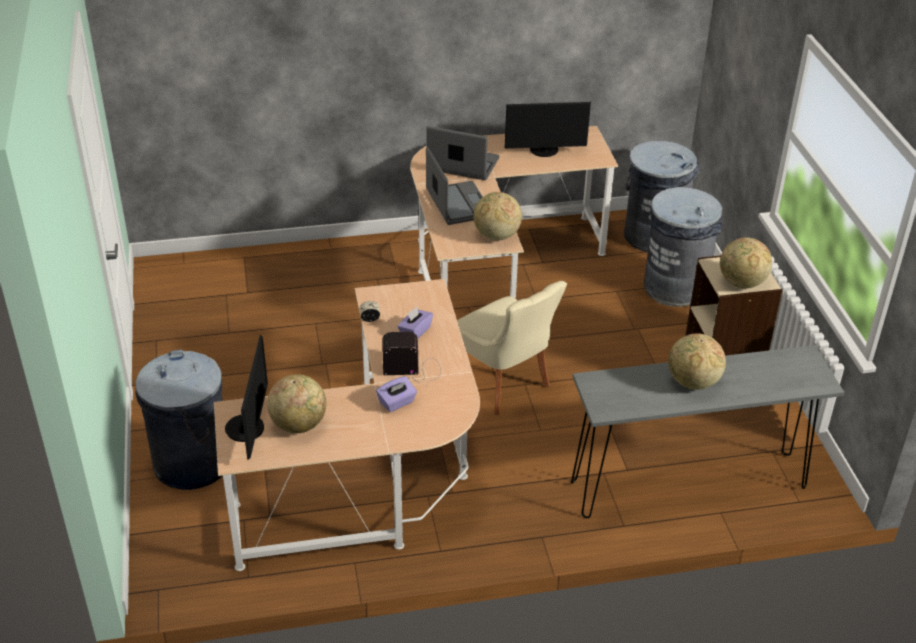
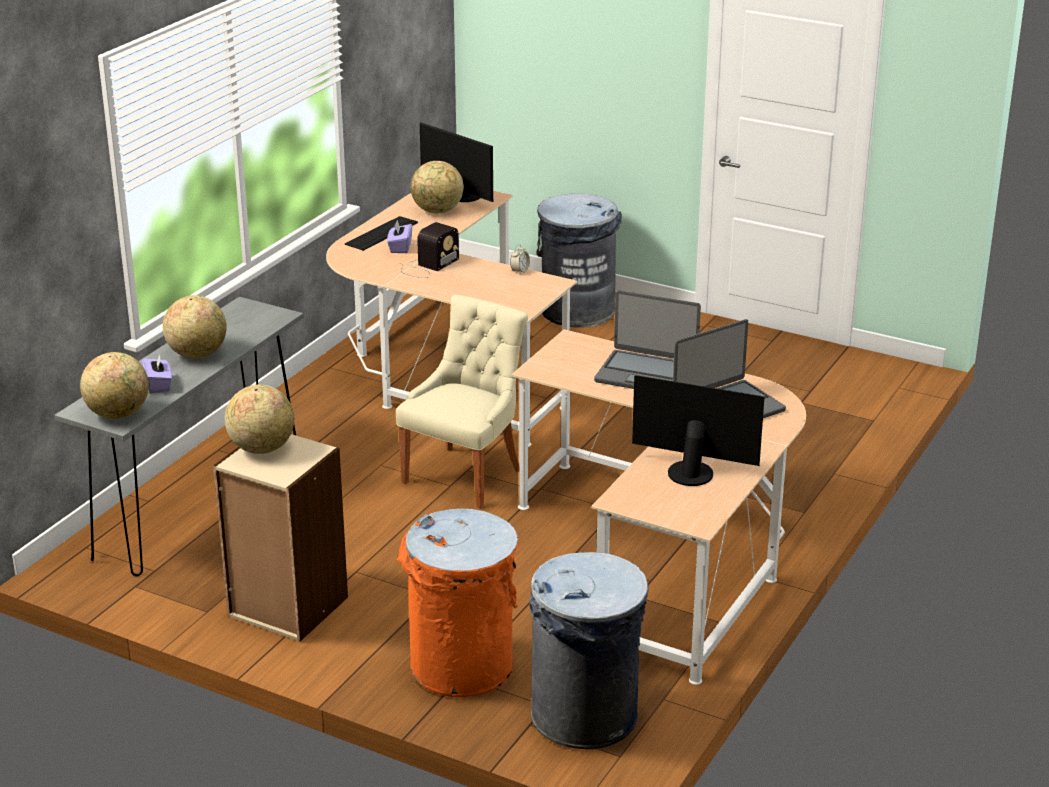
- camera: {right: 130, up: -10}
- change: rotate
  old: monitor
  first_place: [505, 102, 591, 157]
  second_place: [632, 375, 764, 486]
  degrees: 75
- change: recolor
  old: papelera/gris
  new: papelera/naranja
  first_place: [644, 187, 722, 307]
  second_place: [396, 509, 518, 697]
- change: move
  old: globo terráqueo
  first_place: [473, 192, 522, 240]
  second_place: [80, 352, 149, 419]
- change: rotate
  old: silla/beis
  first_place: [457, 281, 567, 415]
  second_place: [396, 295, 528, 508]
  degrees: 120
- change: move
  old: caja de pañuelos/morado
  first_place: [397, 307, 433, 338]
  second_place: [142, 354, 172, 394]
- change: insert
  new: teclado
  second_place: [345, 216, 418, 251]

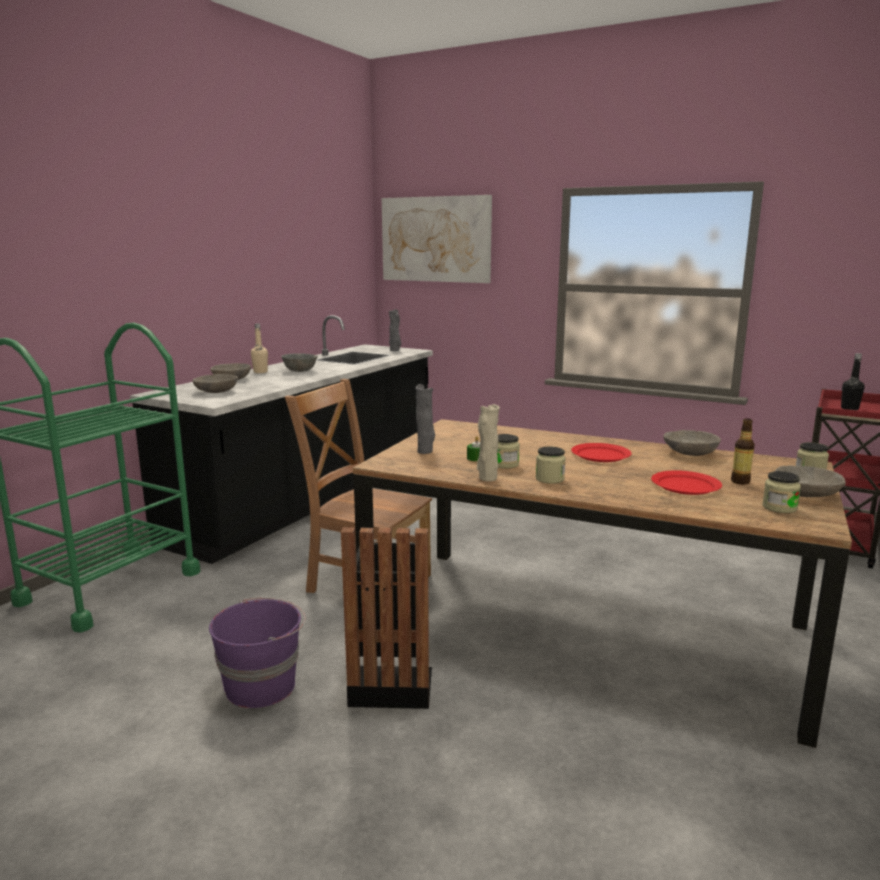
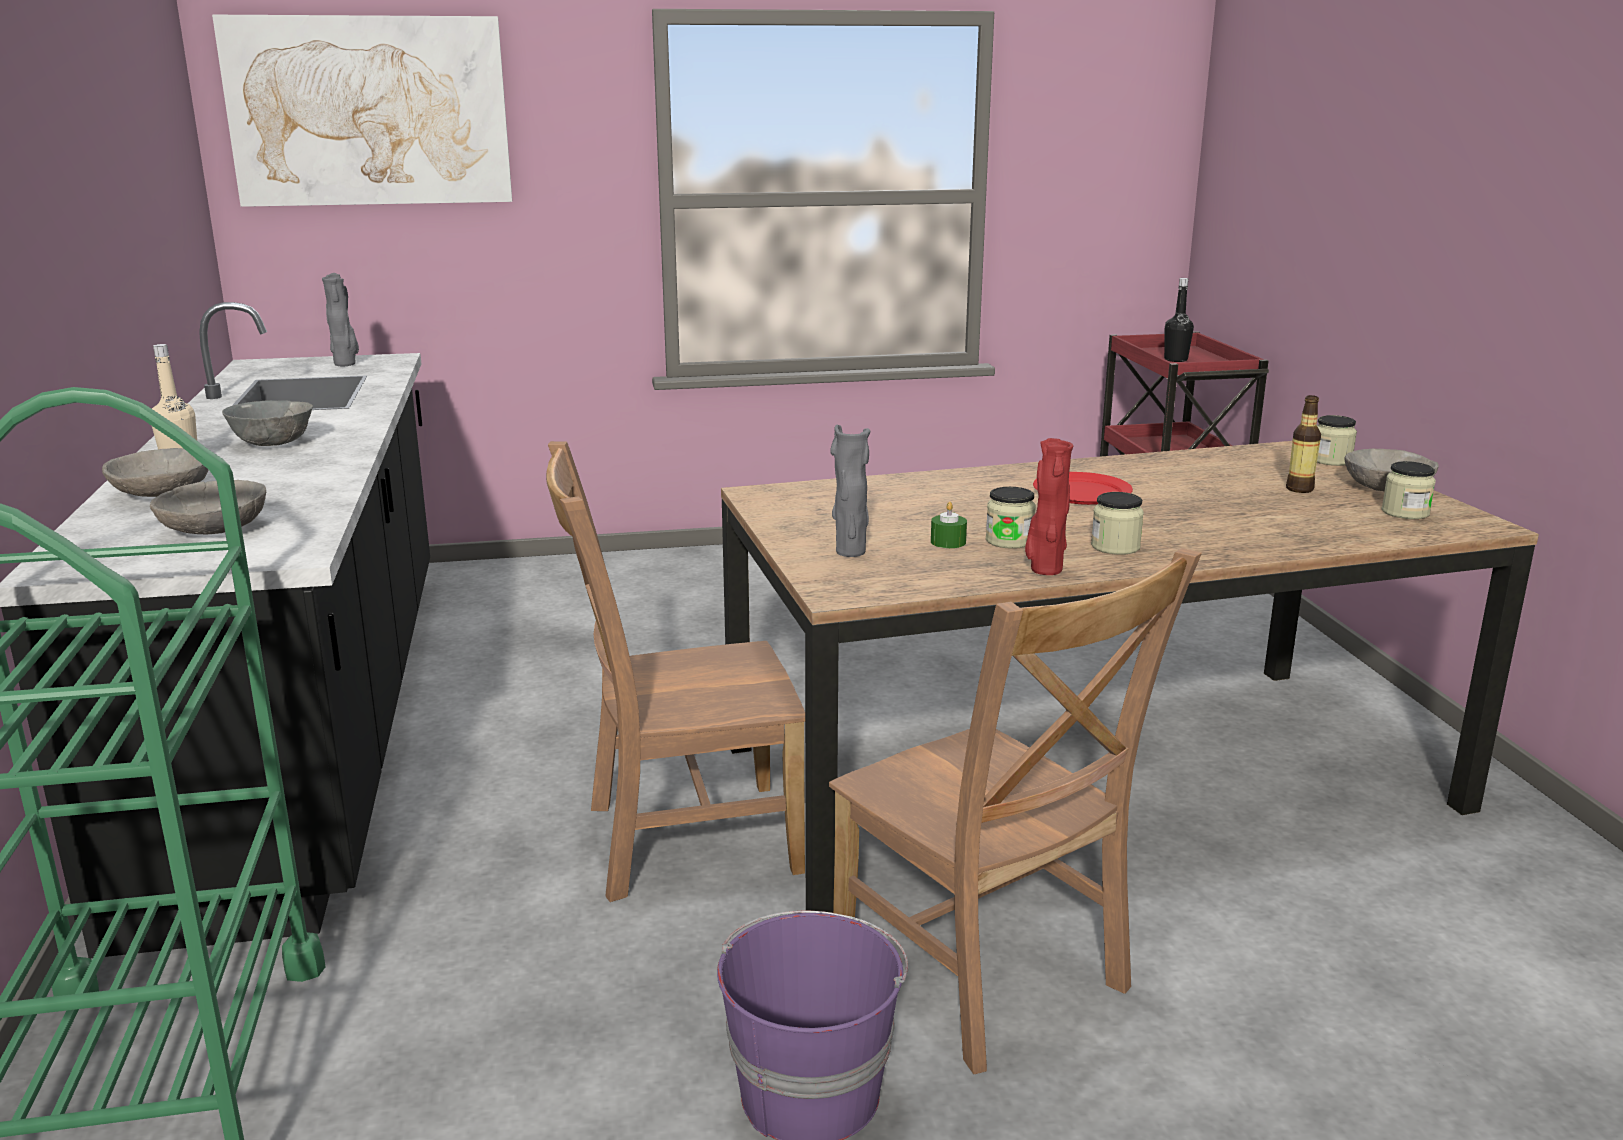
- camera: {right: -40, up: 5}
- change: recolor
  old: florero/beis
  new: florero/rojo
  first_place: [477, 404, 500, 481]
  second_place: [1025, 438, 1073, 575]
- change: delete
  old: cuenco/gris
  first_place: [663, 430, 721, 456]
- change: delete
  old: plato/rojo
  first_place: [651, 470, 722, 495]
- change: replace
  old: papelera/negro
  new: silla/marrón
  first_place: [341, 527, 432, 709]
  second_place: [829, 548, 1202, 1074]

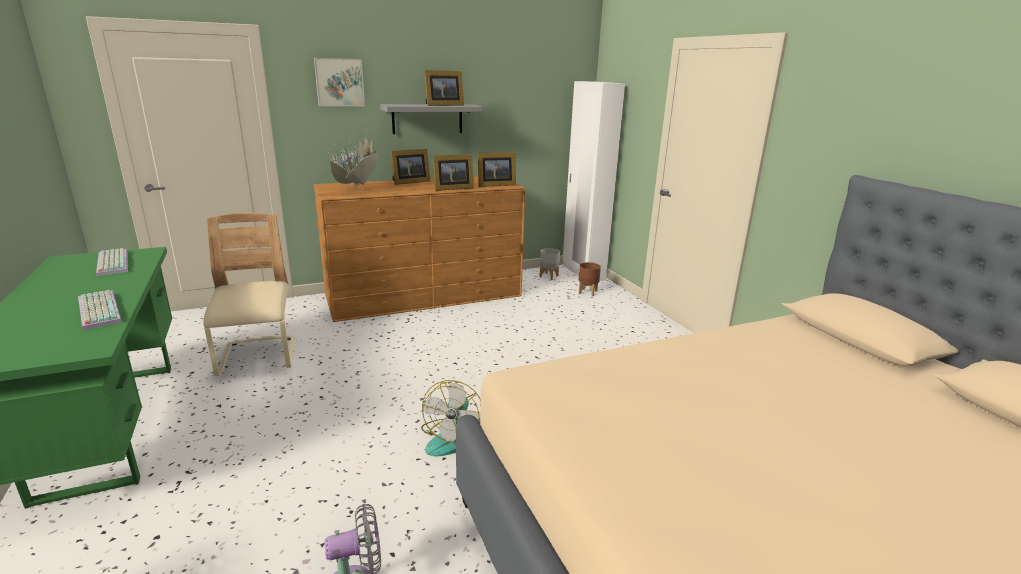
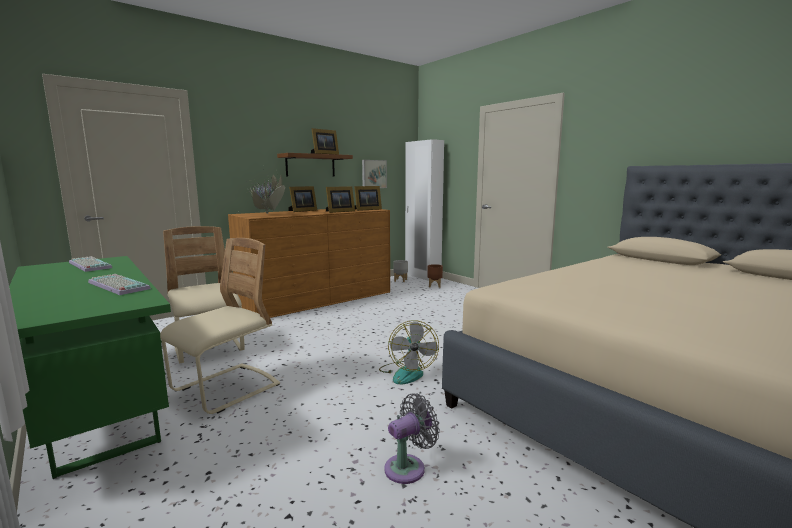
- camera: {right: -15, up: -10}
- change: move
  old: cuadro
  first_place: [314, 58, 365, 106]
  second_place: [362, 160, 387, 188]
- change: recolor
  old: estante/gris
  new: estante/marrón
  first_place: [380, 104, 482, 134]
  second_place: [277, 153, 353, 177]
- change: insert
  new: silla/beis
  second_place: [160, 238, 280, 414]

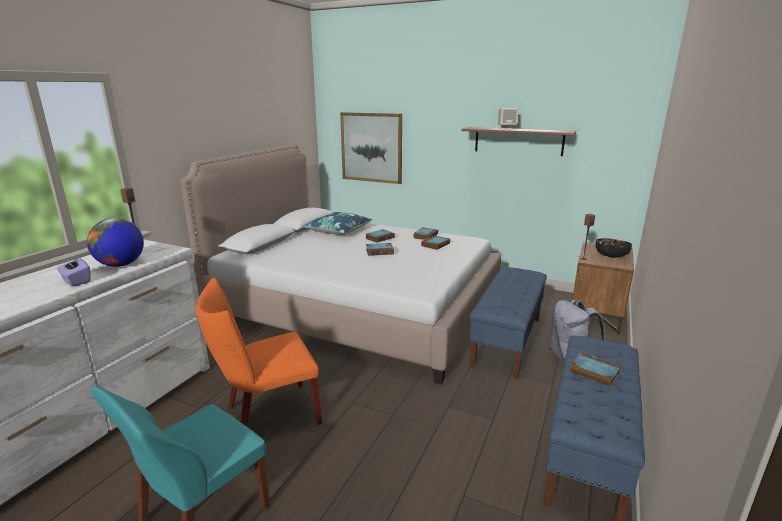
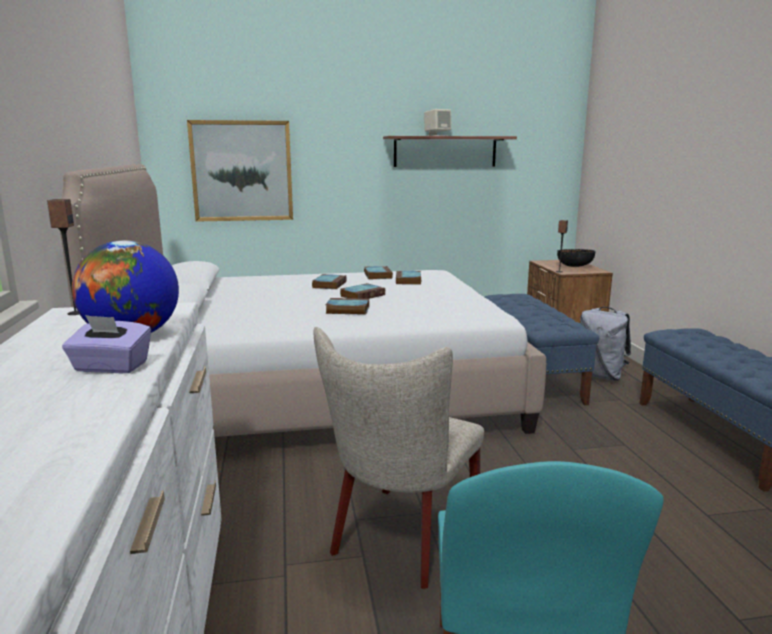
- camera: {right: -35, up: -5}
- change: delete
  old: cojín/azul
  first_place: [303, 212, 372, 235]
- change: recolor
  old: silla/naranja
  new: silla/beis
  first_place: [196, 278, 322, 426]
  second_place: [313, 327, 484, 589]
- change: move
  old: libro
  first_place: [569, 352, 621, 387]
  second_place: [326, 298, 369, 315]

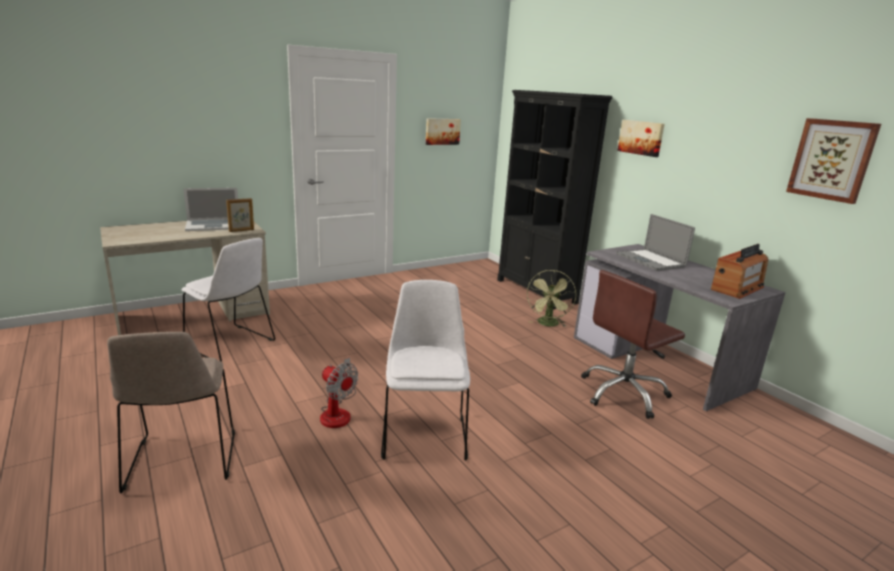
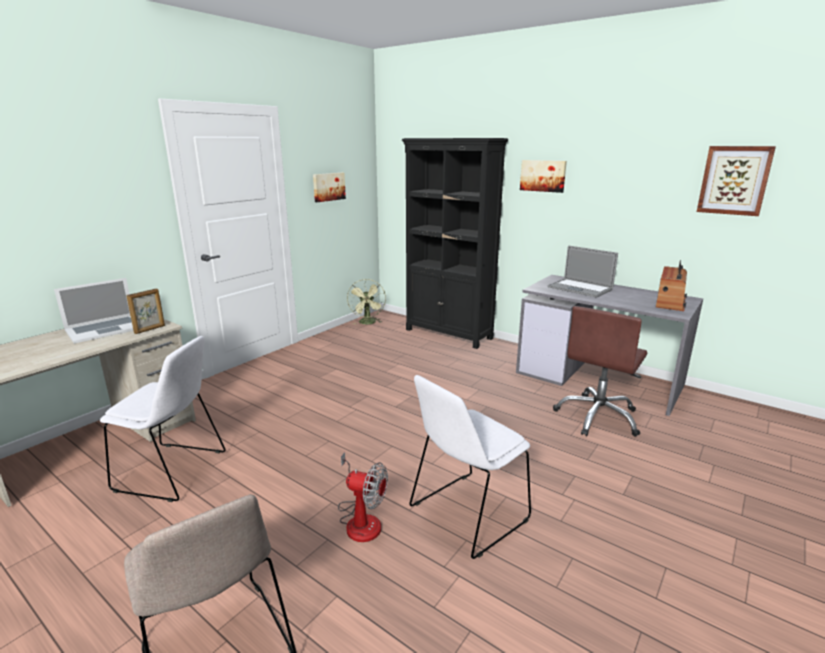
- camera: {right: -20, up: 0}
- change: move
  old: ventilador/verde
  first_place: [526, 270, 576, 327]
  second_place: [347, 279, 386, 324]
- change: rotate
  old: silla/blanco
  first_place: [381, 280, 470, 461]
  second_place: [409, 375, 531, 559]
  degrees: -105

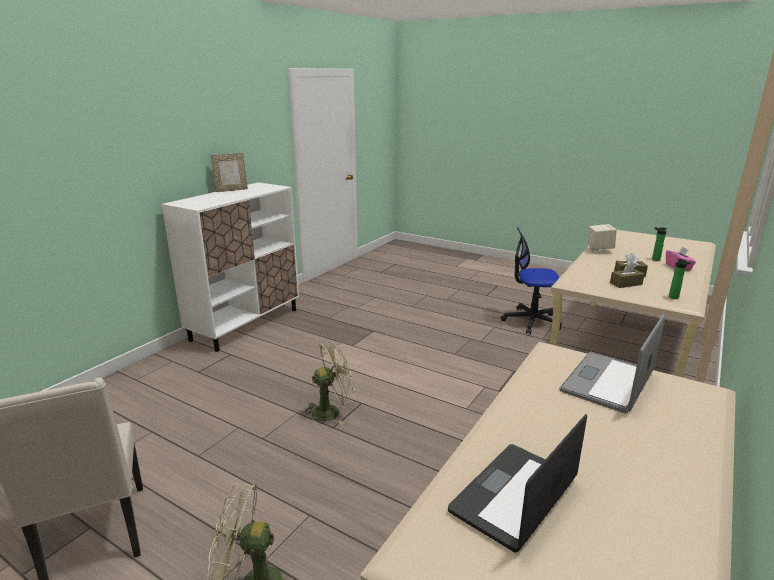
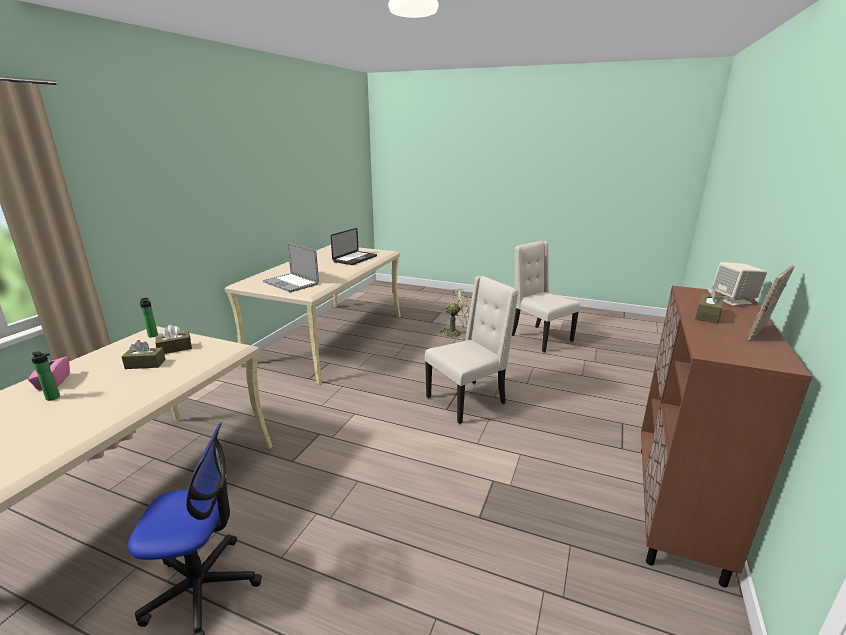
- camera: {right: 170, up: 0}
- change: recolor
  old: armario/blanco
  new: armario/marrón
  first_place: [162, 182, 299, 352]
  second_place: [641, 286, 812, 588]
- change: move
  old: altavoz/beis
  first_place: [588, 224, 617, 254]
  second_place: [713, 262, 767, 306]
- change: rotate
  old: portátil
  first_place: [559, 314, 665, 414]
  second_place: [262, 243, 319, 292]
  degrees: 105
- change: replace
  old: ventilador/verde
  new: silla/beis
  first_place: [302, 341, 355, 425]
  second_place: [425, 276, 519, 424]
- change: insert
  new: caja de pañuelos/marrón
  second_place: [695, 285, 724, 324]

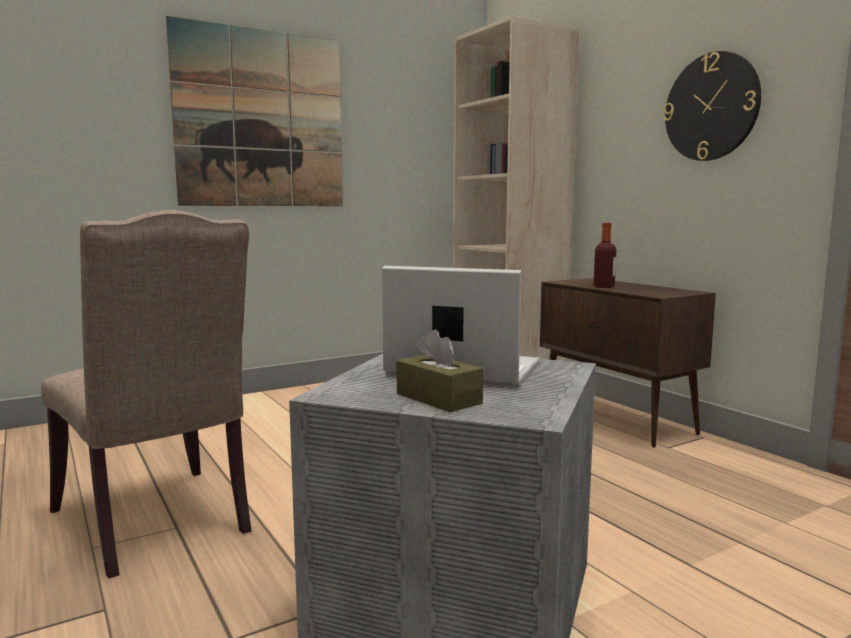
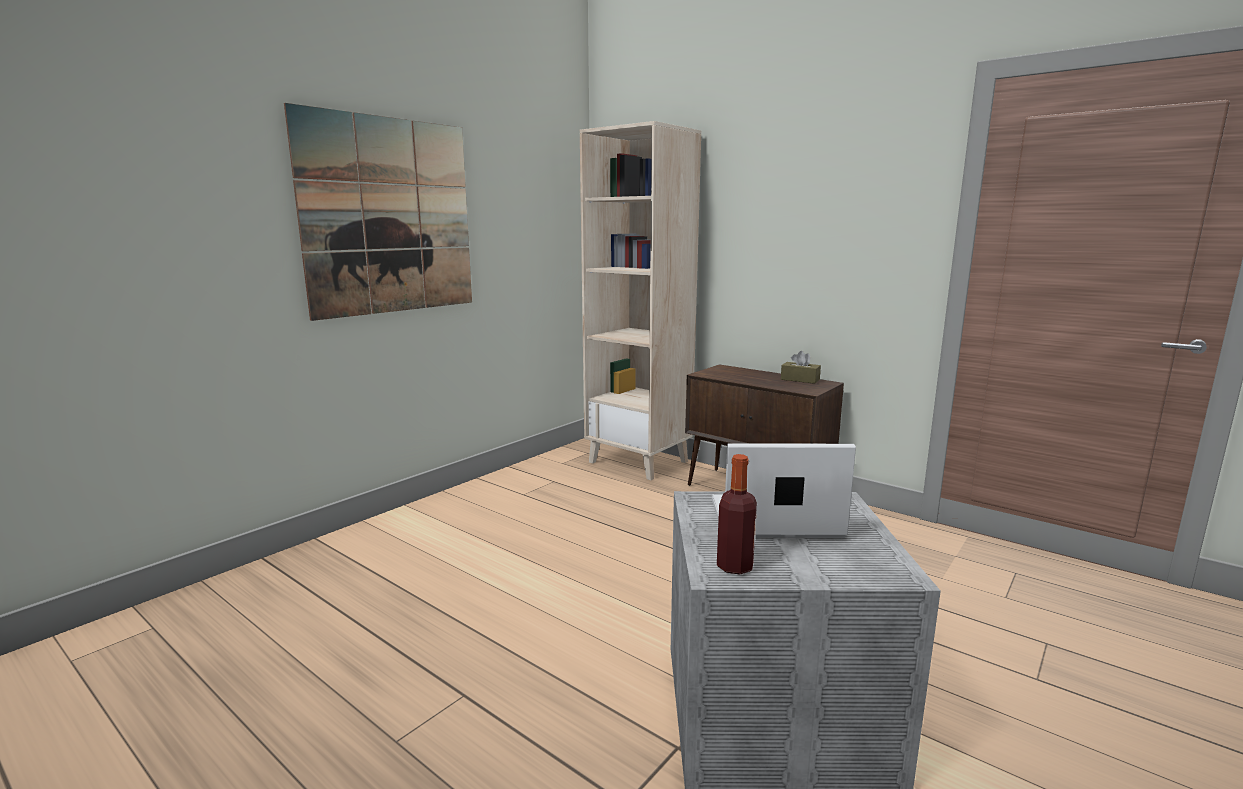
- camera: {right: -20, up: 5}
- change: delete
  old: reloj de pared
  first_place: [663, 51, 761, 161]
- change: delete
  old: silla/beis
  first_place: [41, 210, 252, 579]
- change: move
  old: botella
  first_place: [593, 223, 616, 288]
  second_place: [717, 454, 757, 574]
- change: move
  old: caja de pañuelos/marrón
  first_place: [397, 329, 483, 412]
  second_place: [781, 351, 821, 384]

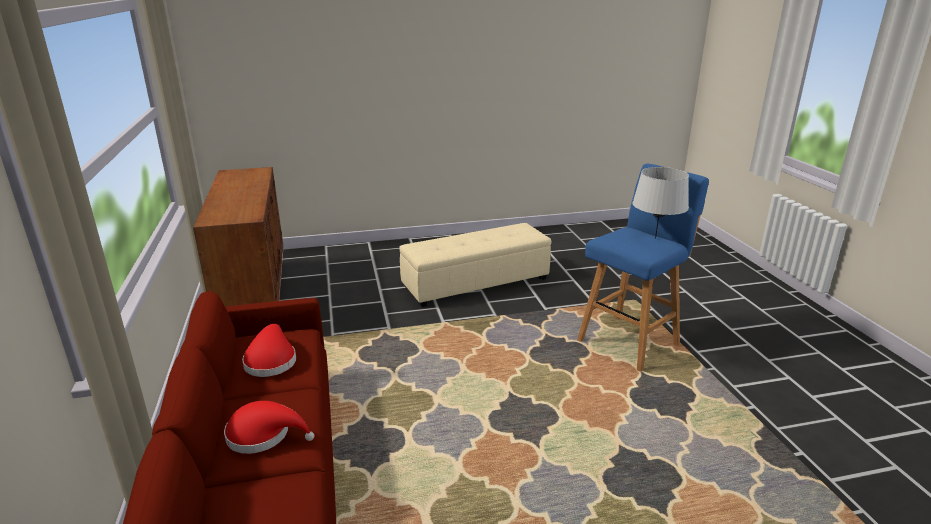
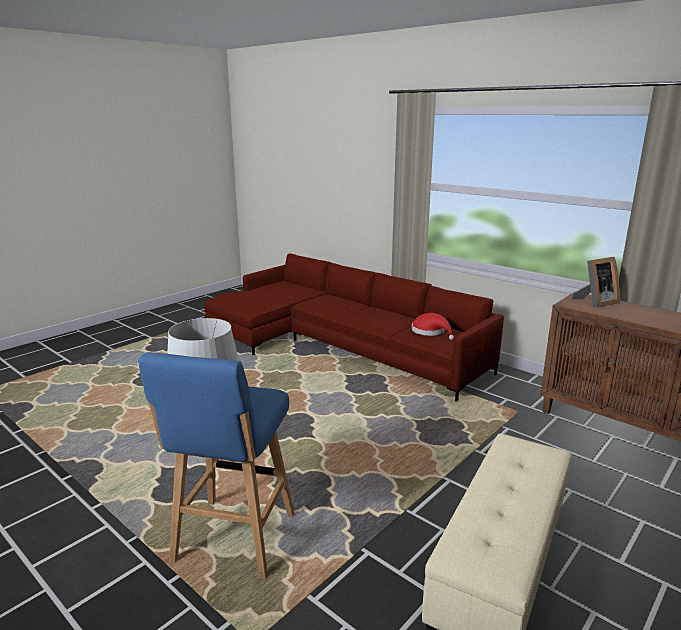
- camera: {right: 145, up: -5}
- change: delete
  old: sombrero/rojo
  first_place: [224, 401, 314, 454]
- change: insert
  new: portarretratos
  second_place: [572, 257, 620, 308]

